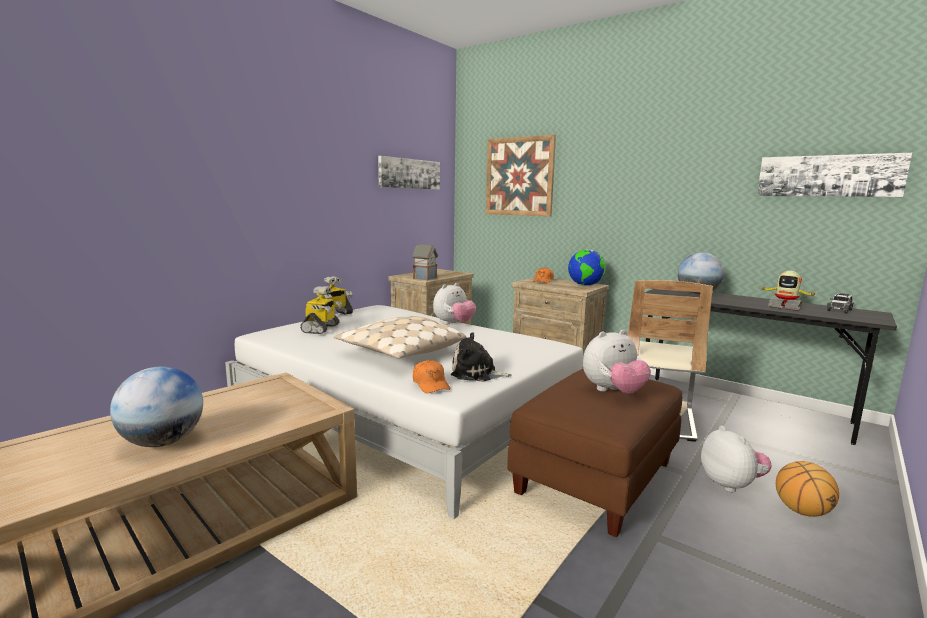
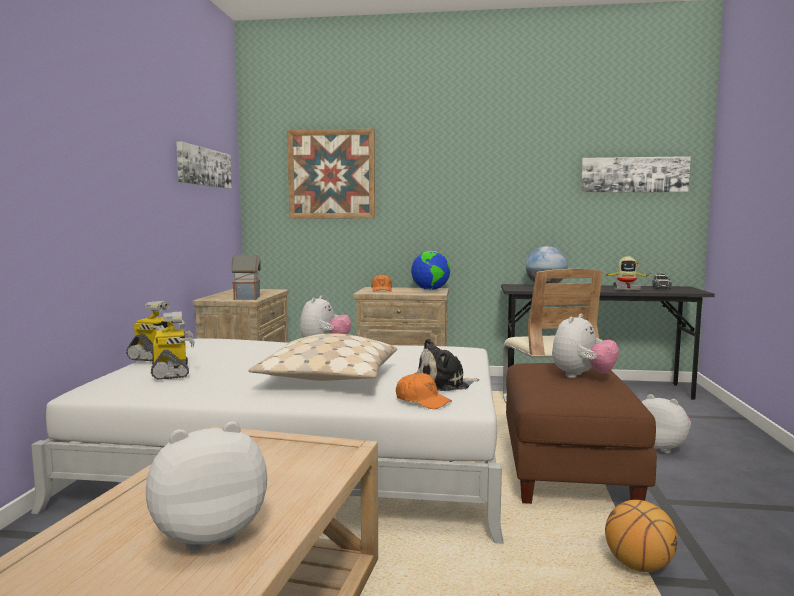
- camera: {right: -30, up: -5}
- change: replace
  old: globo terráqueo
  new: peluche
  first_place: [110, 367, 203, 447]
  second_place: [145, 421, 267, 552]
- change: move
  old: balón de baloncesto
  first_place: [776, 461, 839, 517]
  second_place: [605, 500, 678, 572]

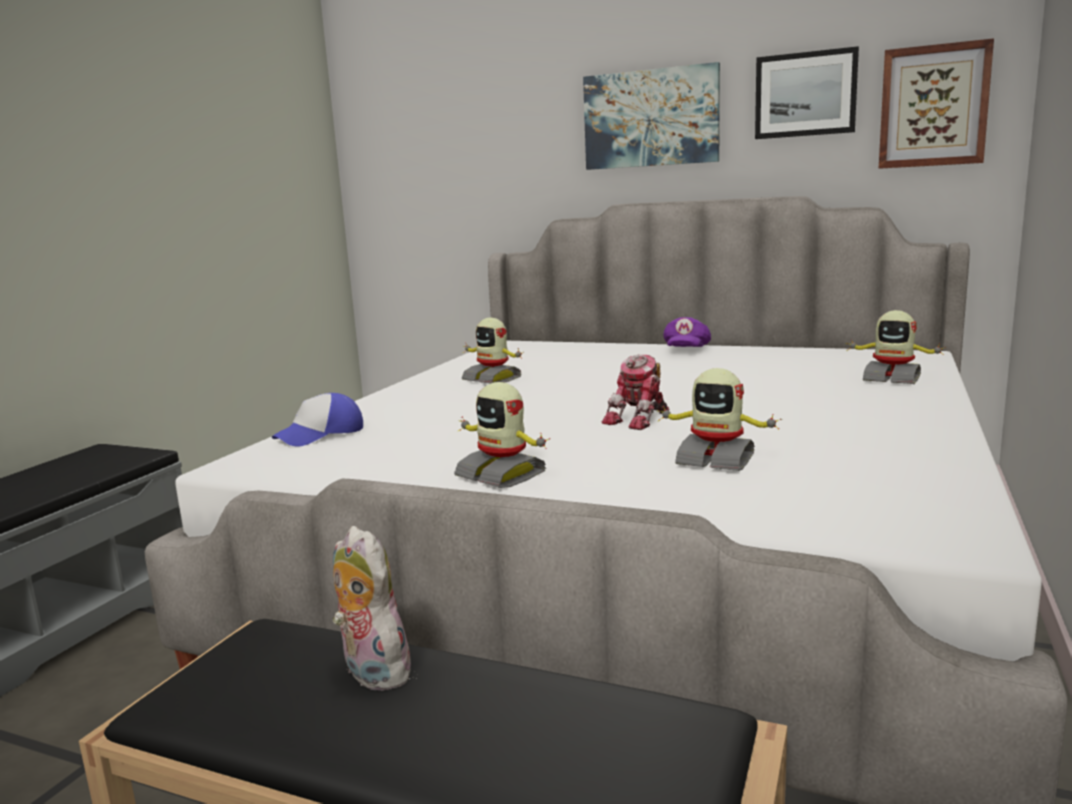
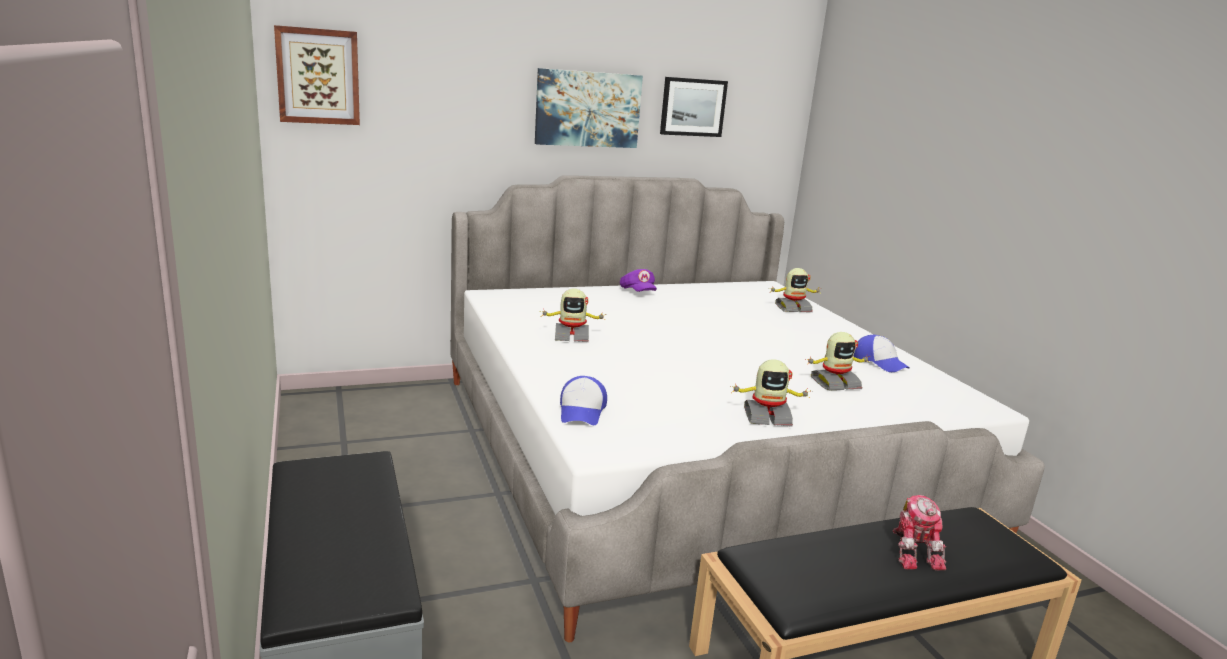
- camera: {right: -45, up: 5}
- change: move
  old: cuadro
  first_place: [879, 38, 994, 169]
  second_place: [274, 25, 360, 125]
- change: move
  old: robot de juguete
  first_place: [602, 354, 669, 430]
  second_place: [892, 495, 946, 571]
- change: delete
  old: peluche
  first_place: [332, 526, 417, 691]
- change: insert
  new: gorra
  second_place: [854, 335, 910, 372]

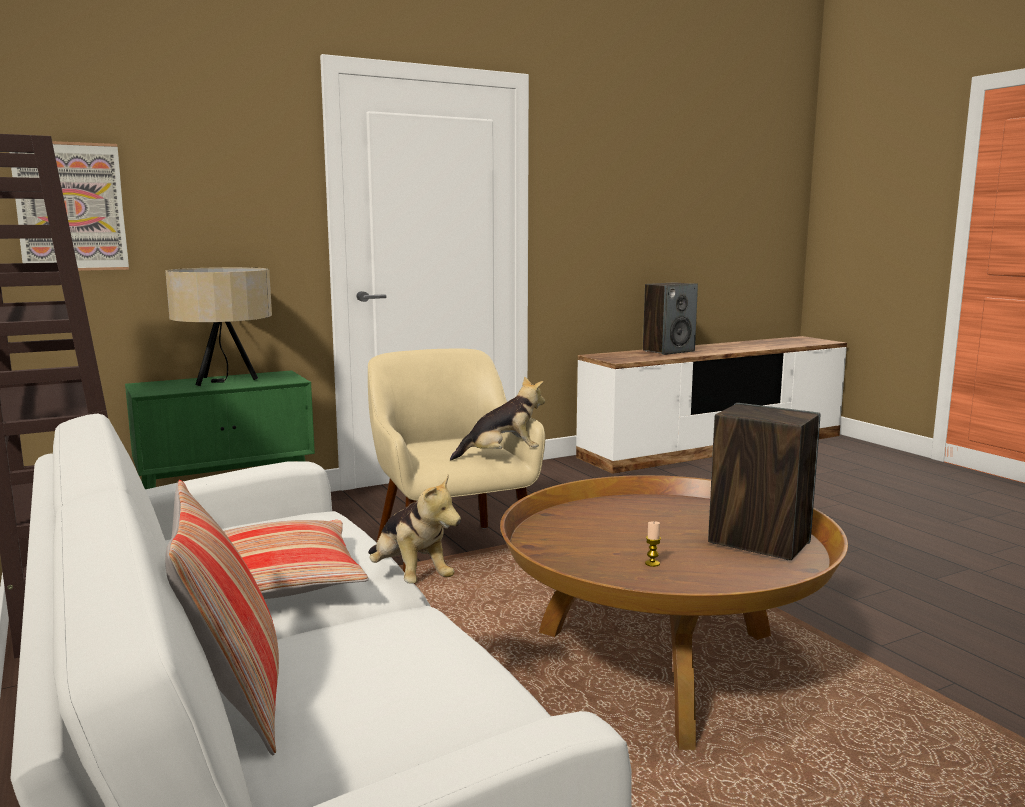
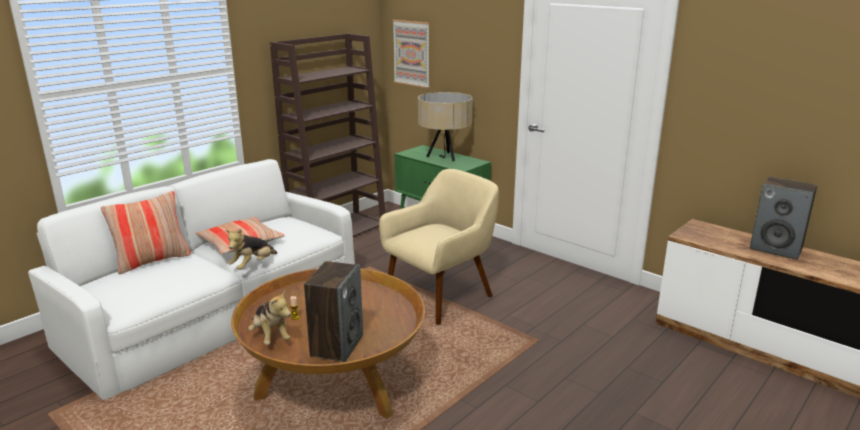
- camera: {right: 70, up: 10}
- change: move
  old: peluche
  first_place: [450, 376, 545, 460]
  second_place: [248, 290, 291, 345]

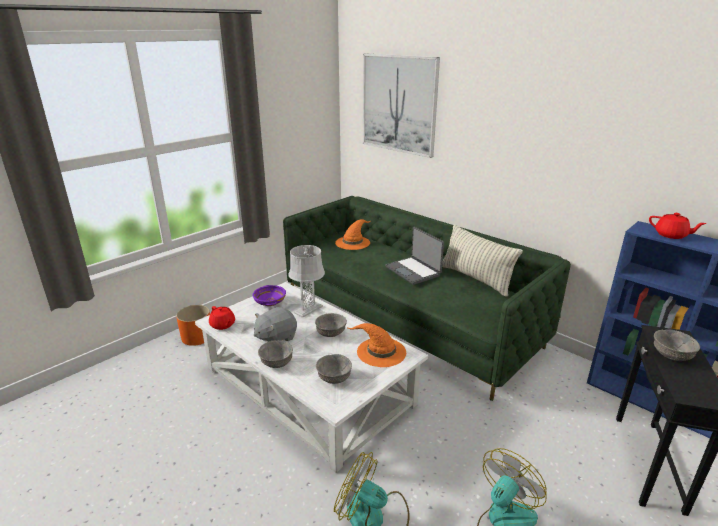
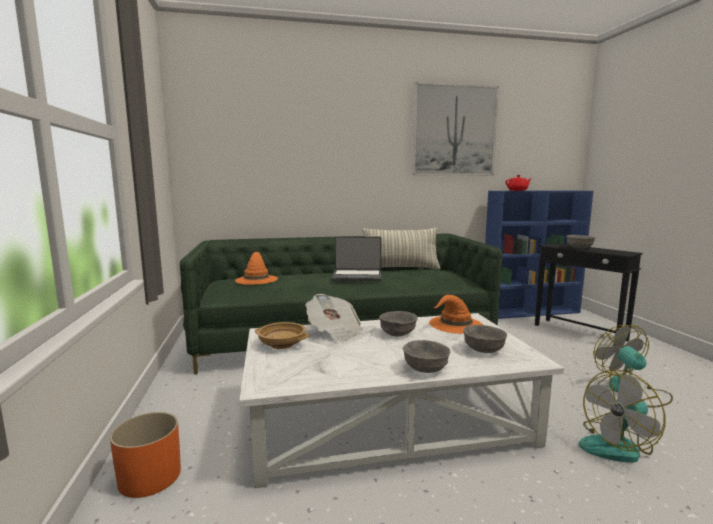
- camera: {right: -55, up: -15}
- change: move
  old: cuadro
  first_place: [363, 54, 440, 158]
  second_place: [412, 82, 499, 175]
- change: replace
  old: lámpara de mesa/gris
  new: periódico
  first_place: [288, 245, 325, 318]
  second_place: [305, 294, 363, 343]
- change: recolor
  old: cuenco/morado
  new: cuenco/beis
  first_place: [253, 285, 286, 306]
  second_place: [255, 322, 309, 349]
- change: delete
  old: tetera/rojo
  first_place: [209, 306, 235, 330]
- change: delete
  old: peluche/gris
  first_place: [254, 307, 297, 342]

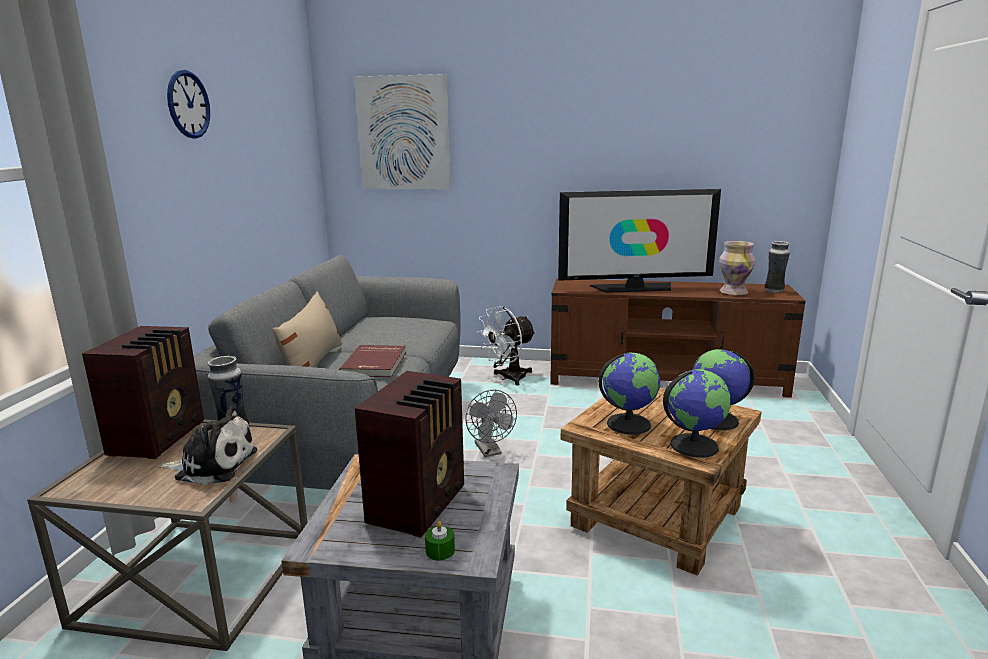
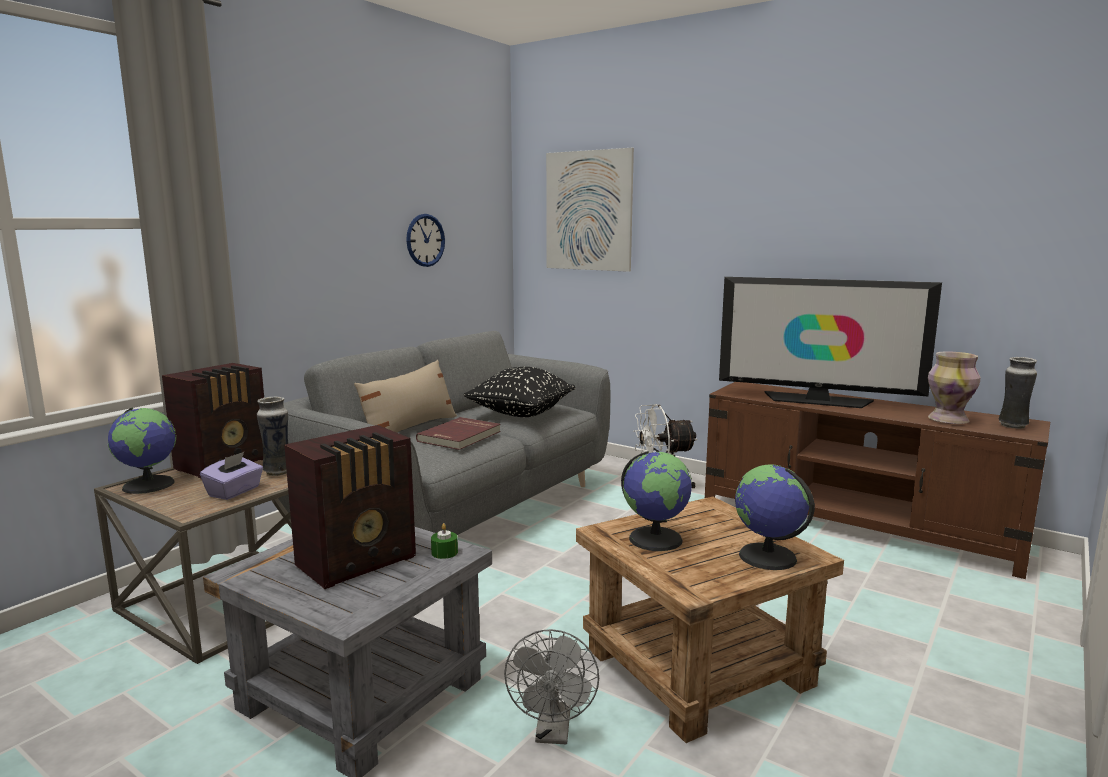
- camera: {right: 25, up: -5}
- change: move
  old: reloj de pared
  first_place: [167, 70, 210, 139]
  second_place: [406, 214, 445, 267]
- change: move
  old: globo terráqueo
  first_place: [663, 369, 731, 458]
  second_place: [108, 408, 176, 494]
- change: move
  old: ventilador/gris
  first_place: [466, 390, 517, 457]
  second_place: [504, 629, 599, 744]
- change: replace
  old: peluche
  new: caja de pañuelos/morado
  first_place: [158, 406, 257, 485]
  second_place: [200, 452, 263, 500]
- change: move
  old: vela/verde
  first_place: [425, 521, 455, 560]
  second_place: [431, 523, 458, 559]
- change: insert
  new: cojín/negro
  second_place: [464, 367, 575, 417]

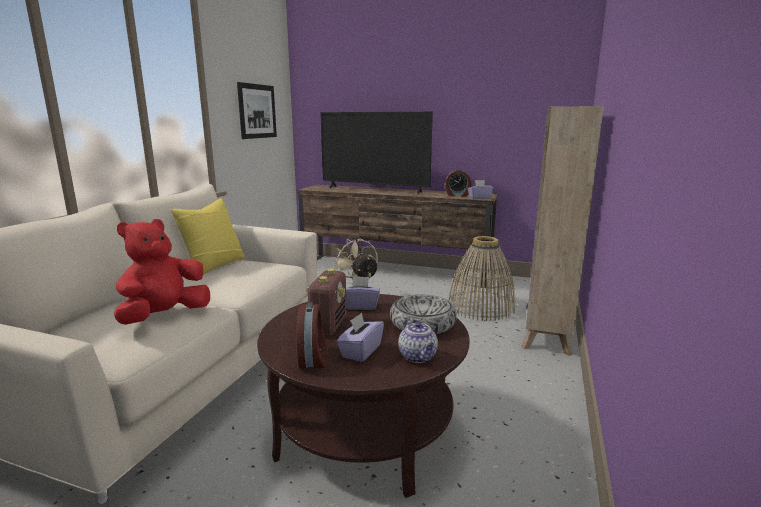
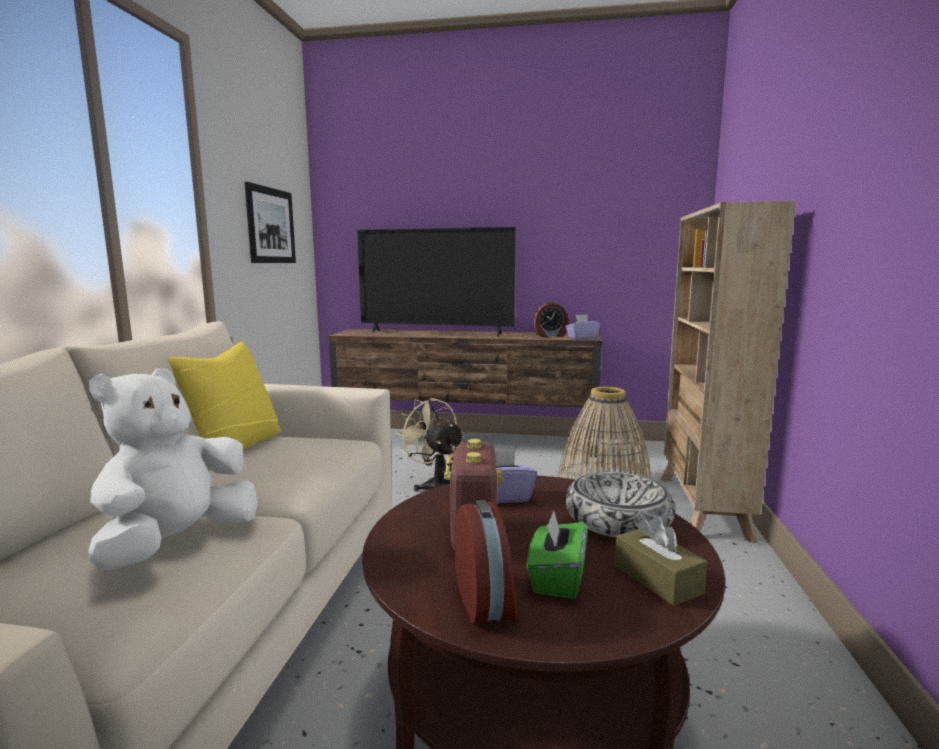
- camera: {right: -10, up: -5}
- change: recolor
  old: peluche/rojo
  new: peluche/blanco
  first_place: [114, 219, 210, 325]
  second_place: [88, 368, 258, 571]
- change: recolor
  old: caja de pañuelos/morado
  new: caja de pañuelos/verde
  first_place: [337, 312, 384, 362]
  second_place: [527, 510, 588, 599]
- change: replace
  old: tetera
  new: caja de pañuelos/marrón
  first_place: [398, 319, 438, 363]
  second_place: [615, 516, 708, 606]

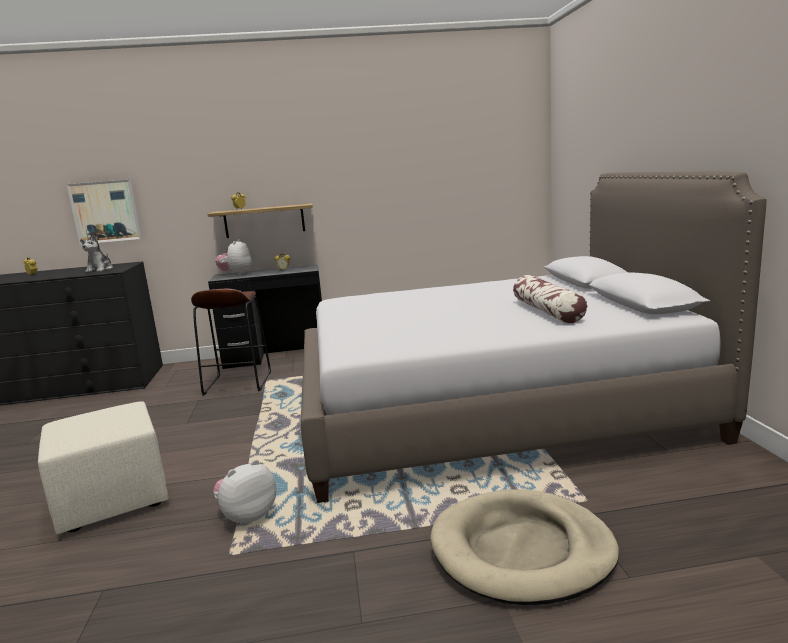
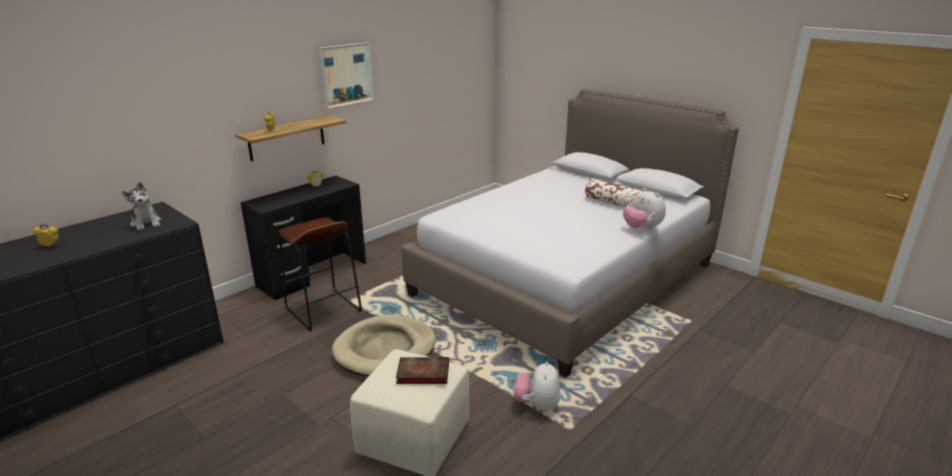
- camera: {right: -40, up: 10}
- change: move
  old: cuadro
  first_place: [67, 179, 142, 244]
  second_place: [319, 42, 374, 109]
- change: move
  old: peluche
  first_place: [215, 239, 252, 275]
  second_place: [623, 188, 666, 230]
- change: move
  old: cama para perro/beis
  first_place: [430, 489, 619, 605]
  second_place: [332, 315, 436, 376]
- change: insert
  new: libro
  second_place: [396, 357, 449, 384]

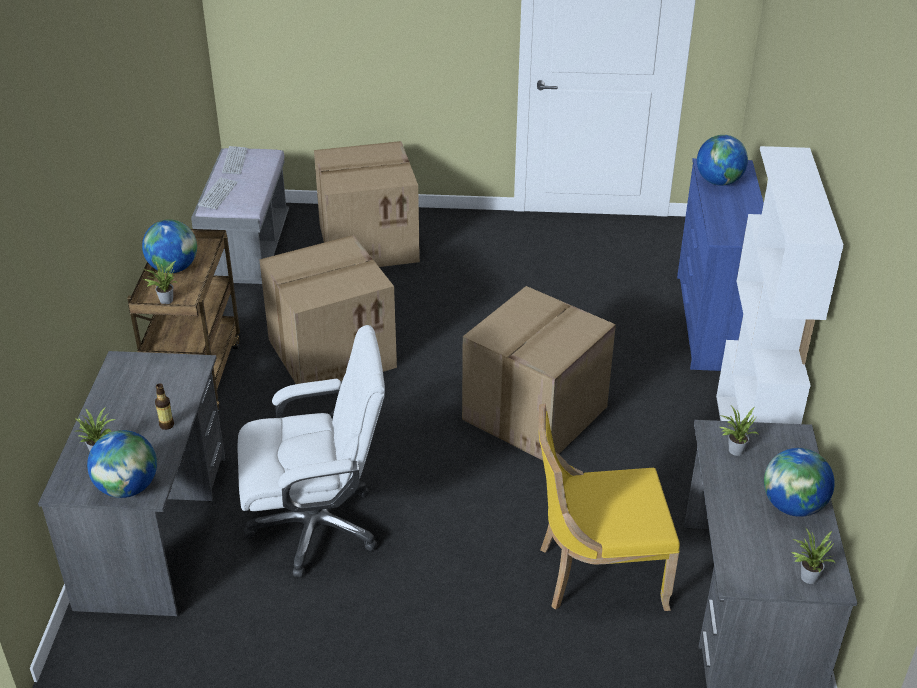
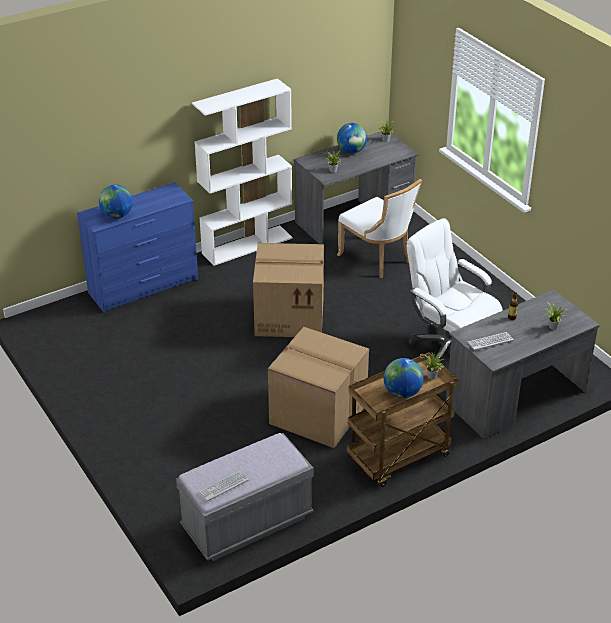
- camera: {right: -125, up: 0}
- change: delete
  old: caja de cartón
  first_place: [314, 141, 420, 267]
- change: move
  old: teclado
  first_place: [198, 177, 238, 209]
  second_place: [468, 332, 514, 350]
- change: recolor
  old: silla/amarillo
  new: silla/blanco
  first_place: [539, 404, 680, 611]
  second_place: [337, 179, 422, 278]
- change: delete
  old: globo terráqueo
  first_place: [87, 430, 157, 498]

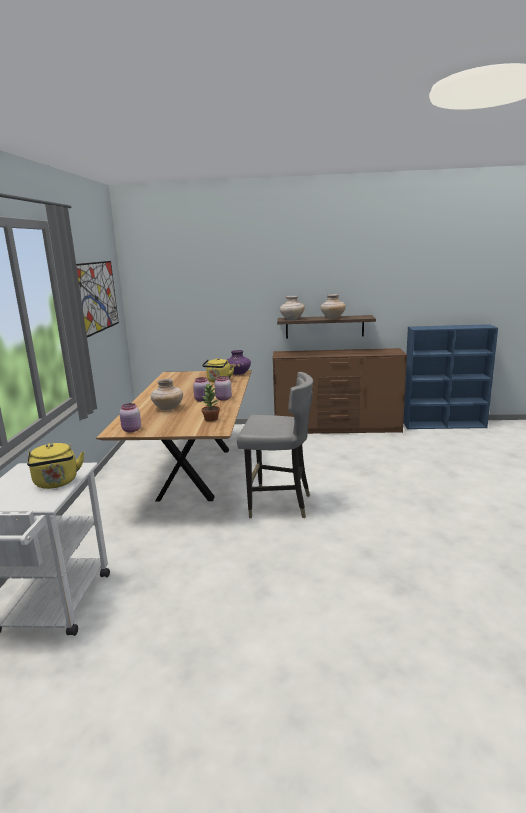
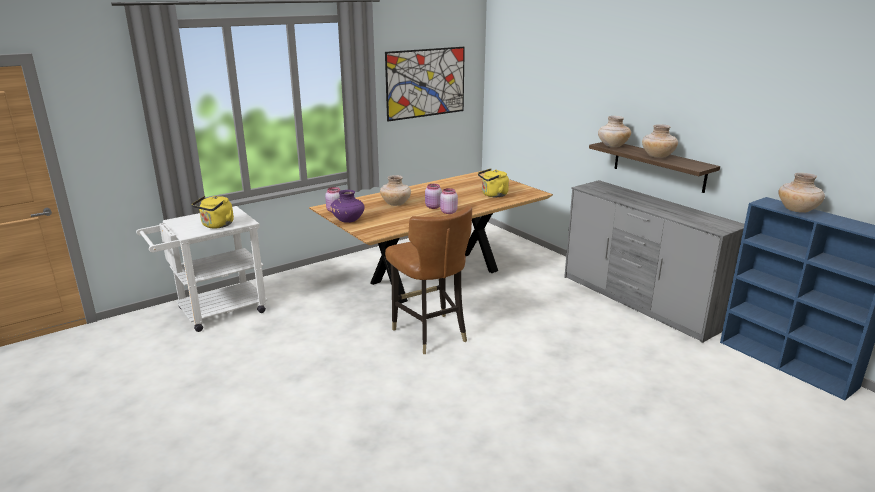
- camera: {right: 50, up: 5}
- change: recolor
  old: cómoda/marrón
  new: cómoda/gris
  first_place: [272, 348, 407, 434]
  second_place: [564, 180, 744, 343]
- change: move
  old: florero/morado
  first_place: [227, 350, 251, 375]
  second_place: [330, 190, 365, 223]
- change: recolor
  old: silla/gris
  new: silla/marrón
  first_place: [237, 372, 313, 518]
  second_place: [385, 206, 472, 354]
- change: delete
  old: planta en maceta
  first_place: [201, 383, 220, 421]
- change: insert
  new: florero/beis
  second_place: [778, 173, 825, 213]

